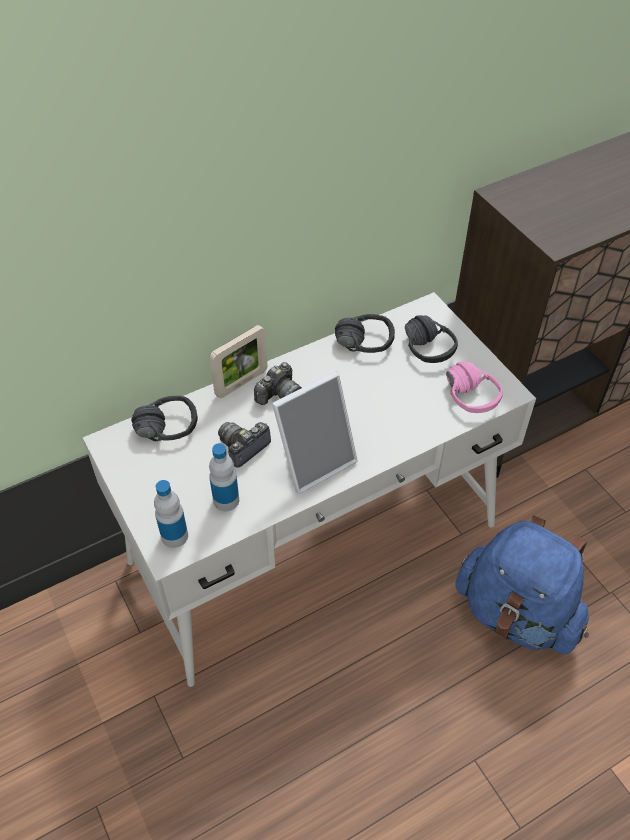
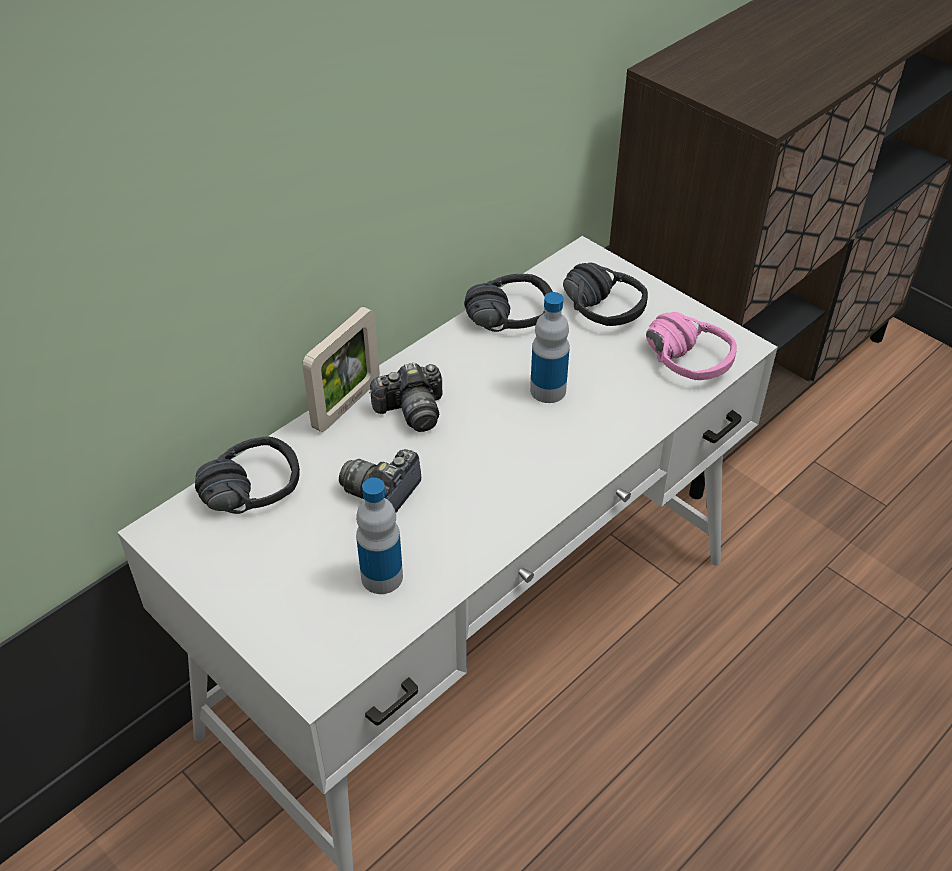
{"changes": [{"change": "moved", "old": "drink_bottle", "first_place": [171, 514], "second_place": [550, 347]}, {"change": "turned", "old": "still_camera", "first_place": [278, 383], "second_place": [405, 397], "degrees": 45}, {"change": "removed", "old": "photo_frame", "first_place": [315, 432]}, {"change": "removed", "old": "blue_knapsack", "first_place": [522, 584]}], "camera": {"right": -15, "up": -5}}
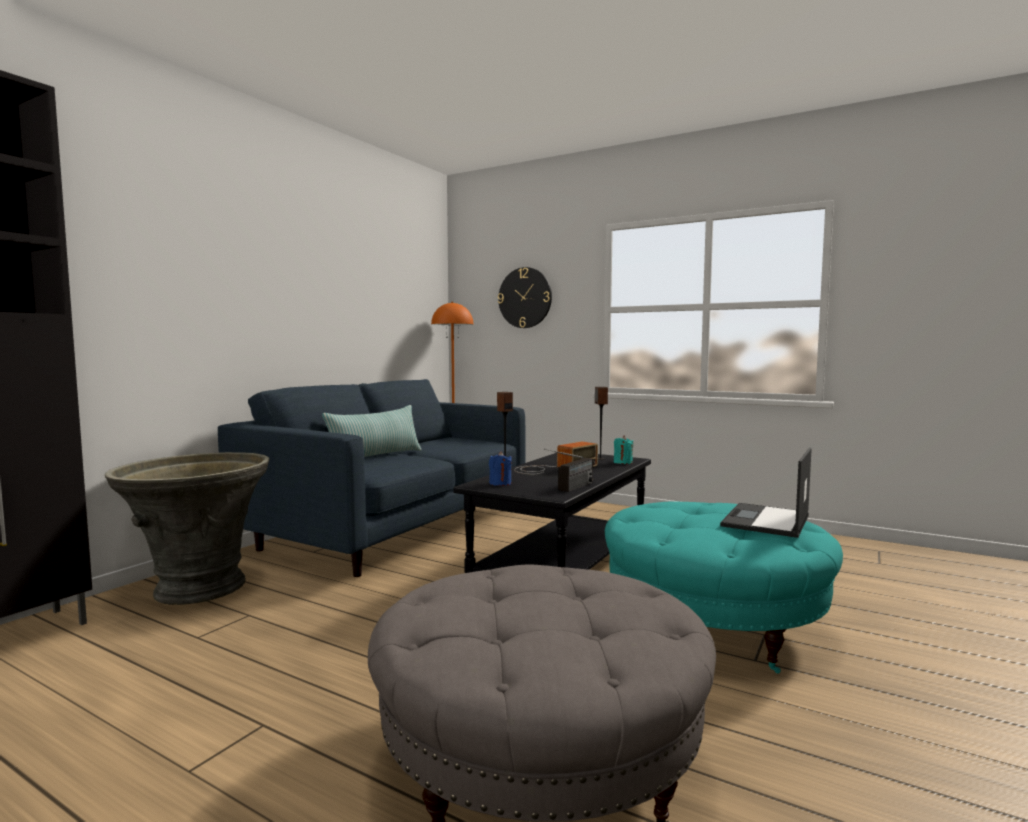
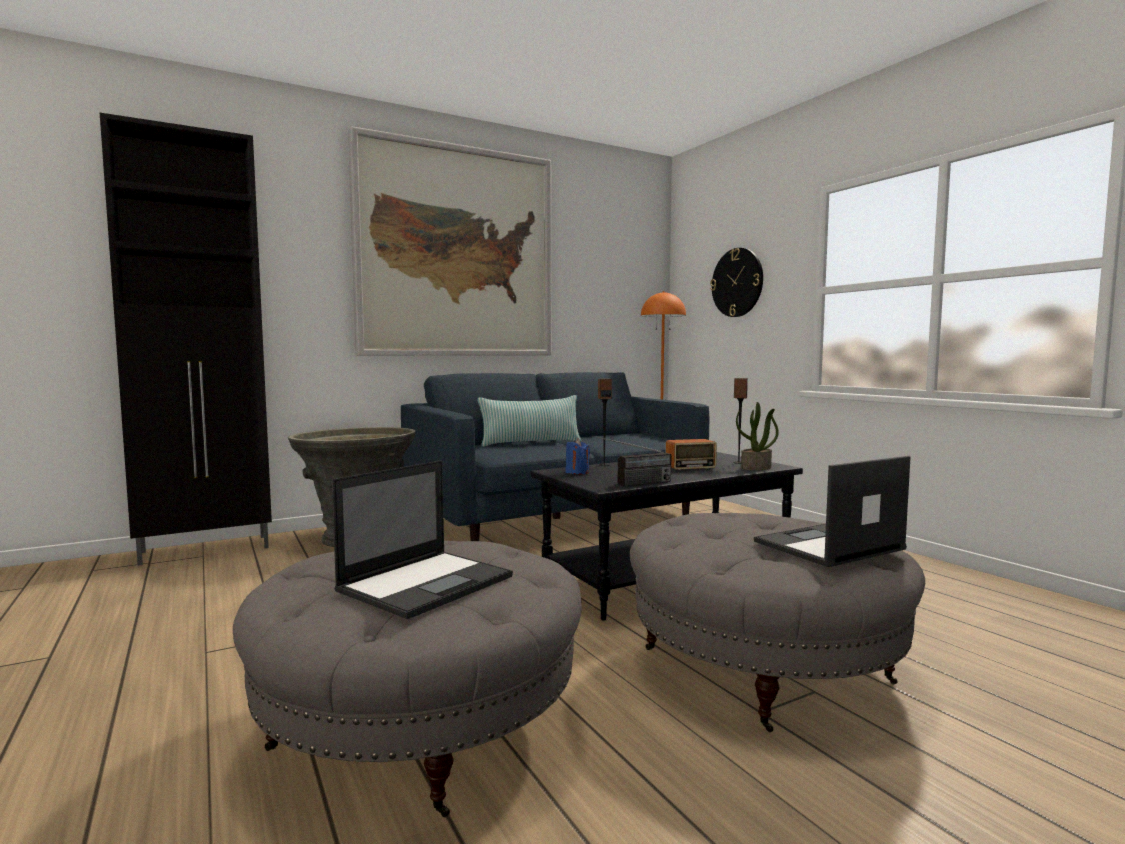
{"changes": [{"change": "recoloured", "old": "turquoise-coloured_footrest", "new": "greyish_footrest", "first_place": [724, 587], "second_place": [777, 622]}, {"change": "replaced", "old": "turquoise-coloured_wax_light", "new": "plant_in_a_pot", "first_place": [623, 449], "second_place": [757, 436]}, {"change": "added", "new": "laptop", "second_place": [422, 539]}, {"change": "added", "new": "wall_art", "second_place": [449, 241]}], "camera": {"right": 30, "up": 0}}
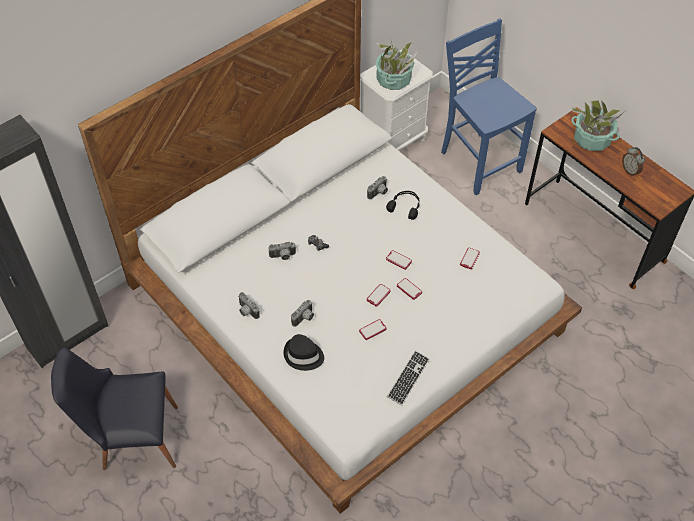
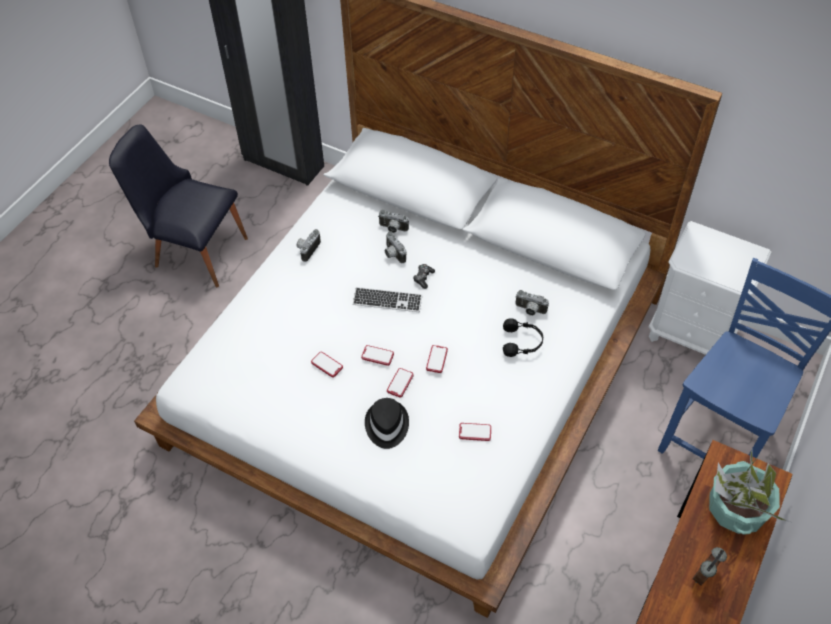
{"changes": [{"change": "turned", "old": "blackish_upright_chair", "first_place": [114, 408], "second_place": [178, 206], "degrees": -45}, {"change": "moved", "old": "blackish_hat", "first_place": [304, 352], "second_place": [387, 423]}, {"change": "moved", "old": "still_camera", "first_place": [302, 313], "second_place": [393, 221]}, {"change": "removed", "old": "plant_in_a_pot", "first_place": [396, 65]}, {"change": "moved", "old": "computer_keyboard", "first_place": [408, 378], "second_place": [387, 299]}], "camera": {"right": 70, "up": 0}}
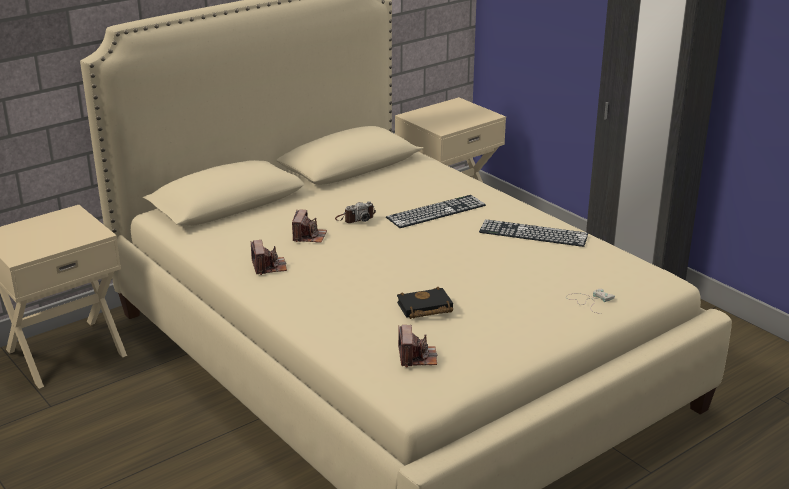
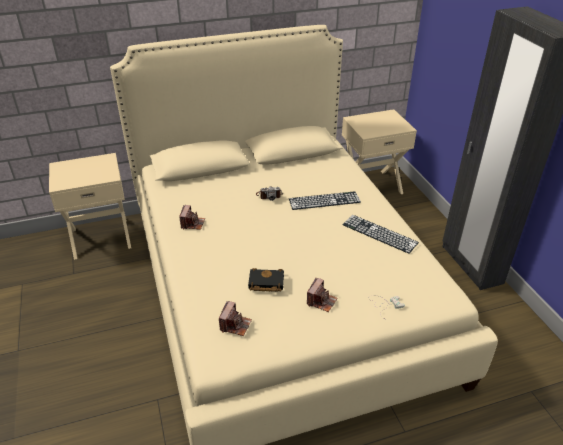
{"changes": [{"change": "moved", "old": "still_camera", "first_place": [309, 226], "second_place": [322, 295]}], "camera": {"right": 20, "up": 10}}
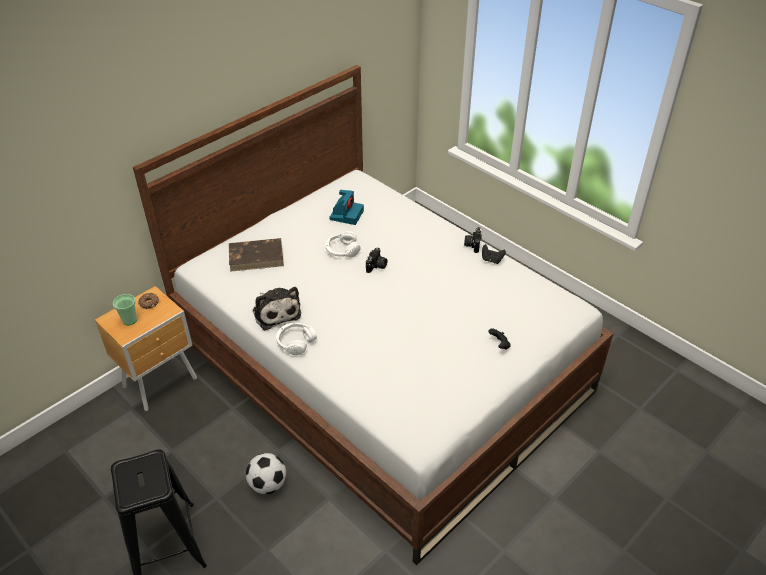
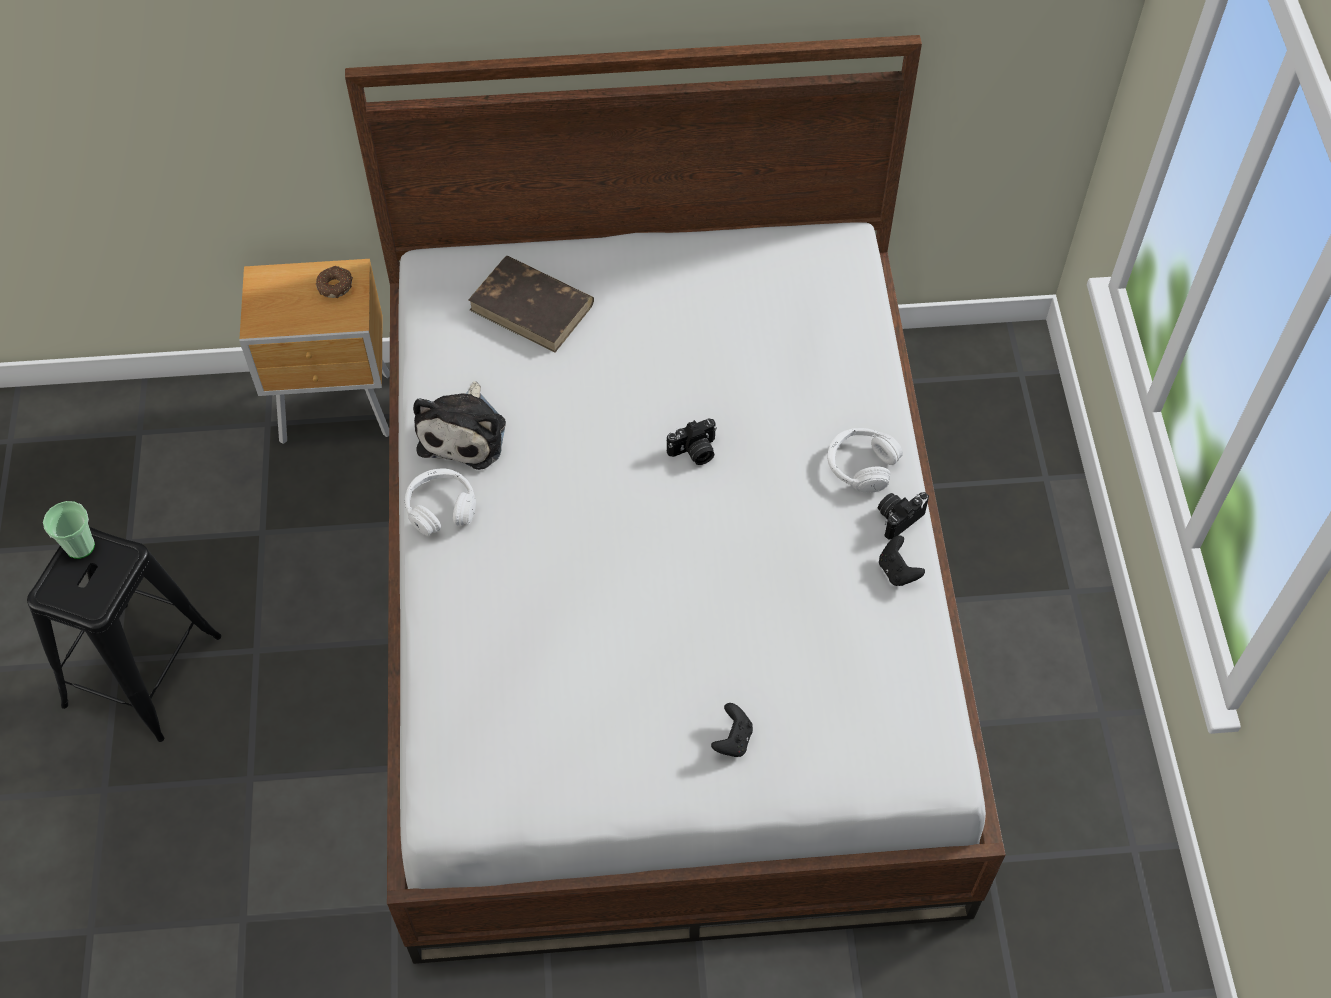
{"changes": [{"change": "moved", "old": "drinking_cup", "first_place": [125, 309], "second_place": [69, 530]}, {"change": "removed", "old": "football", "first_place": [266, 473]}, {"change": "moved", "old": "white-coloured_headphones", "first_place": [343, 244], "second_place": [865, 460]}, {"change": "removed", "old": "still_camera", "first_place": [346, 207]}], "camera": {"right": 40, "up": 15}}
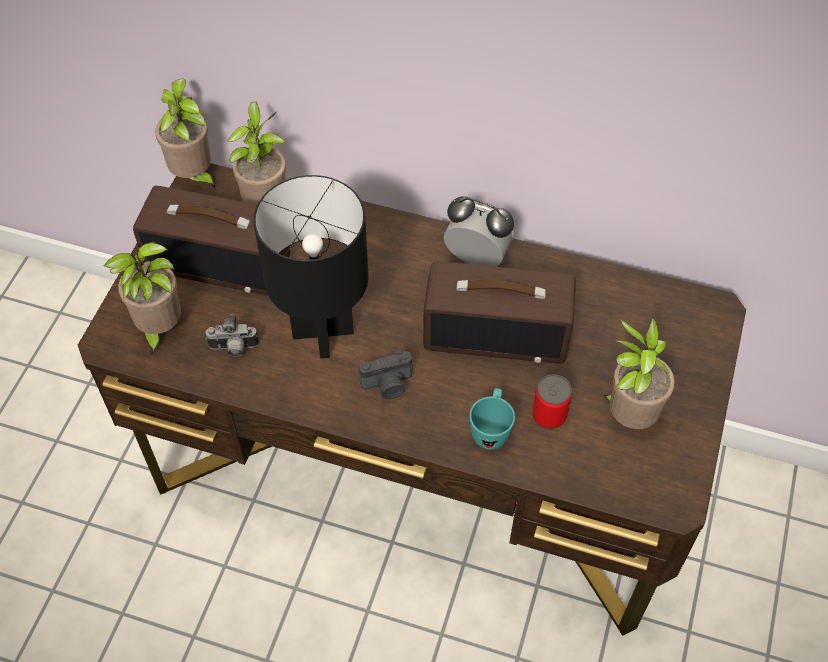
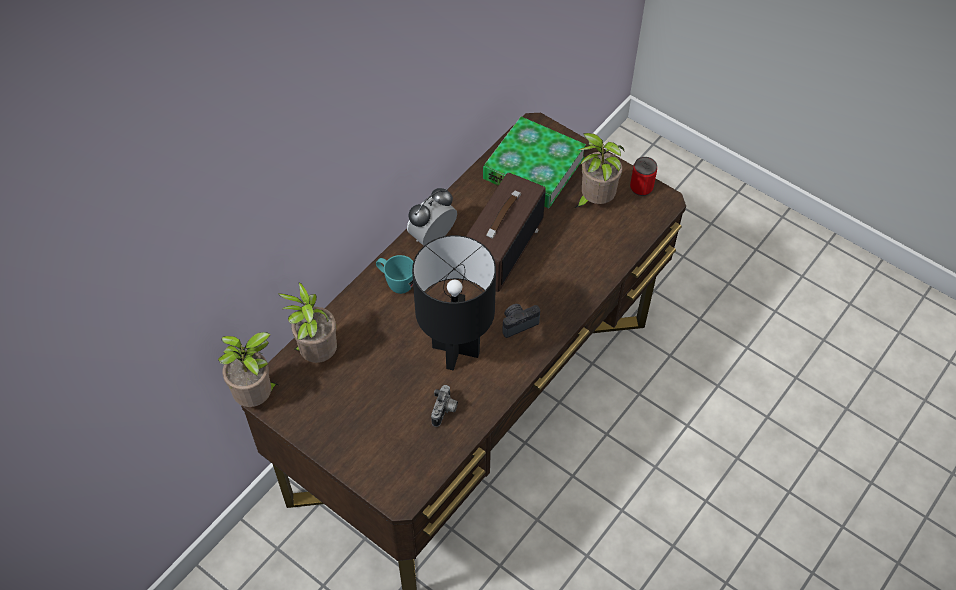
{"changes": [{"change": "removed", "old": "plant_in_a_pot", "first_place": [142, 299]}, {"change": "removed", "old": "radio_receiver", "first_place": [211, 240]}, {"change": "turned", "old": "still_camera", "first_place": [385, 374], "second_place": [521, 321], "degrees": -120}, {"change": "moved", "old": "turquoise-coloured_tea_mug", "first_place": [492, 419], "second_place": [394, 274]}, {"change": "moved", "old": "metal_can", "first_place": [552, 401], "second_place": [643, 176]}, {"change": "added", "new": "bound_book", "second_place": [534, 162]}], "camera": {"right": -70, "up": 0}}
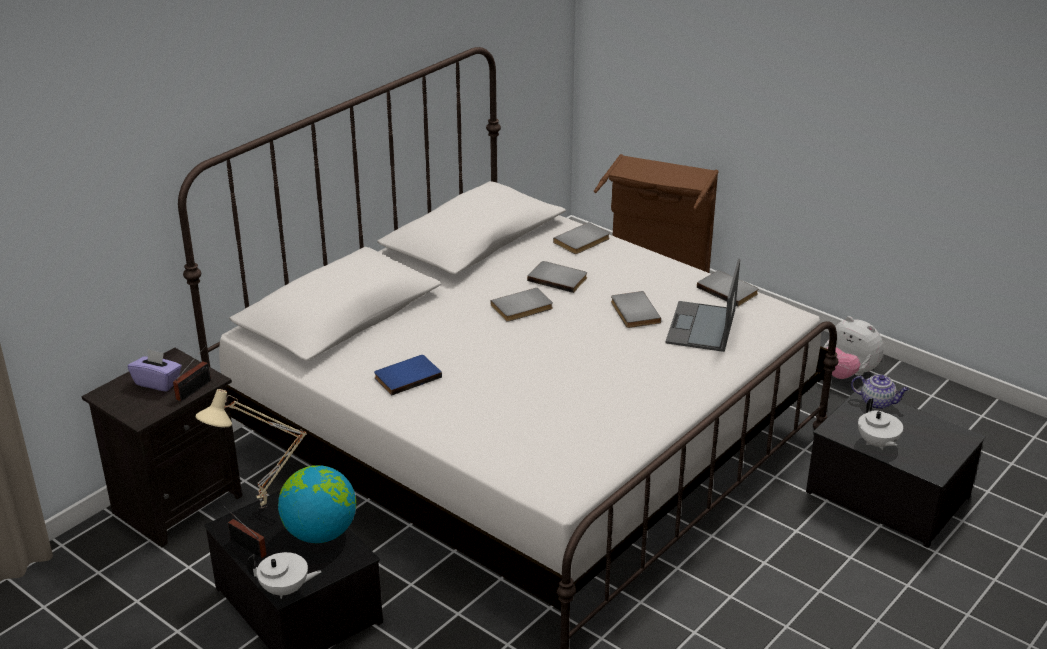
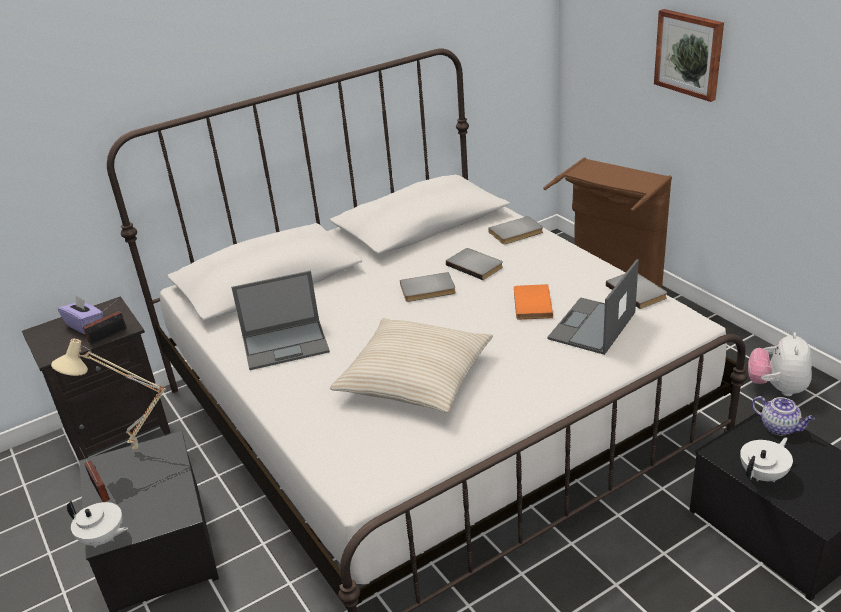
{"changes": [{"change": "removed", "old": "globe", "first_place": [317, 504]}, {"change": "replaced", "old": "blue_bound_book", "new": "laptop", "first_place": [408, 375], "second_place": [280, 320]}, {"change": "recoloured", "old": "greyish_bound_book", "new": "orangey_bound_book", "first_place": [636, 309], "second_place": [533, 302]}, {"change": "turned", "old": "plush_toy", "first_place": [854, 347], "second_place": [780, 364], "degrees": 45}, {"change": "turned", "old": "white-coloured_pot_for_tea", "first_place": [880, 424], "second_place": [766, 459], "degrees": -135}, {"change": "added", "new": "beige_cushion", "second_place": [411, 365]}, {"change": "added", "new": "wall_art", "second_place": [689, 55]}], "camera": {"right": 20, "up": 0}}
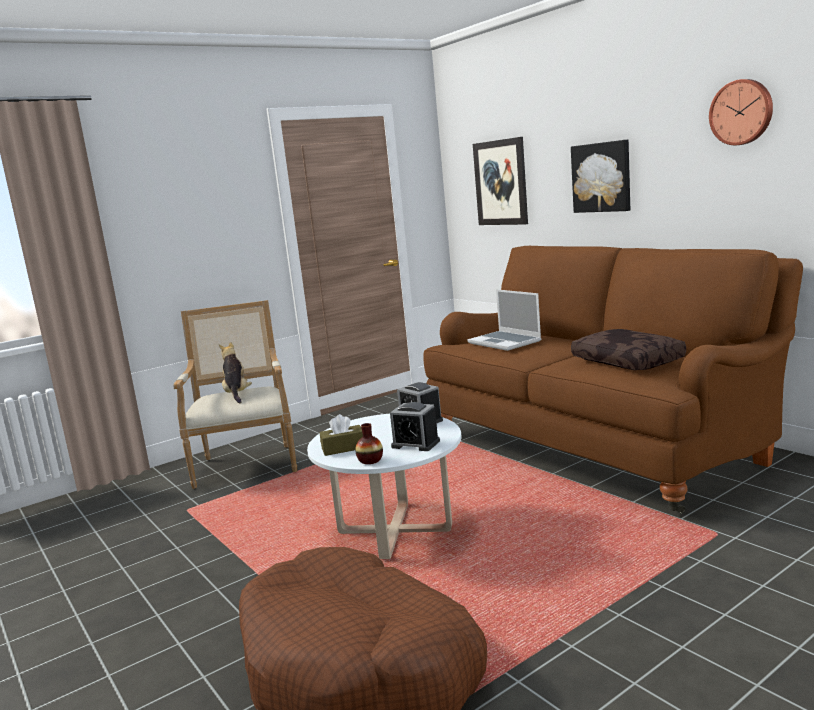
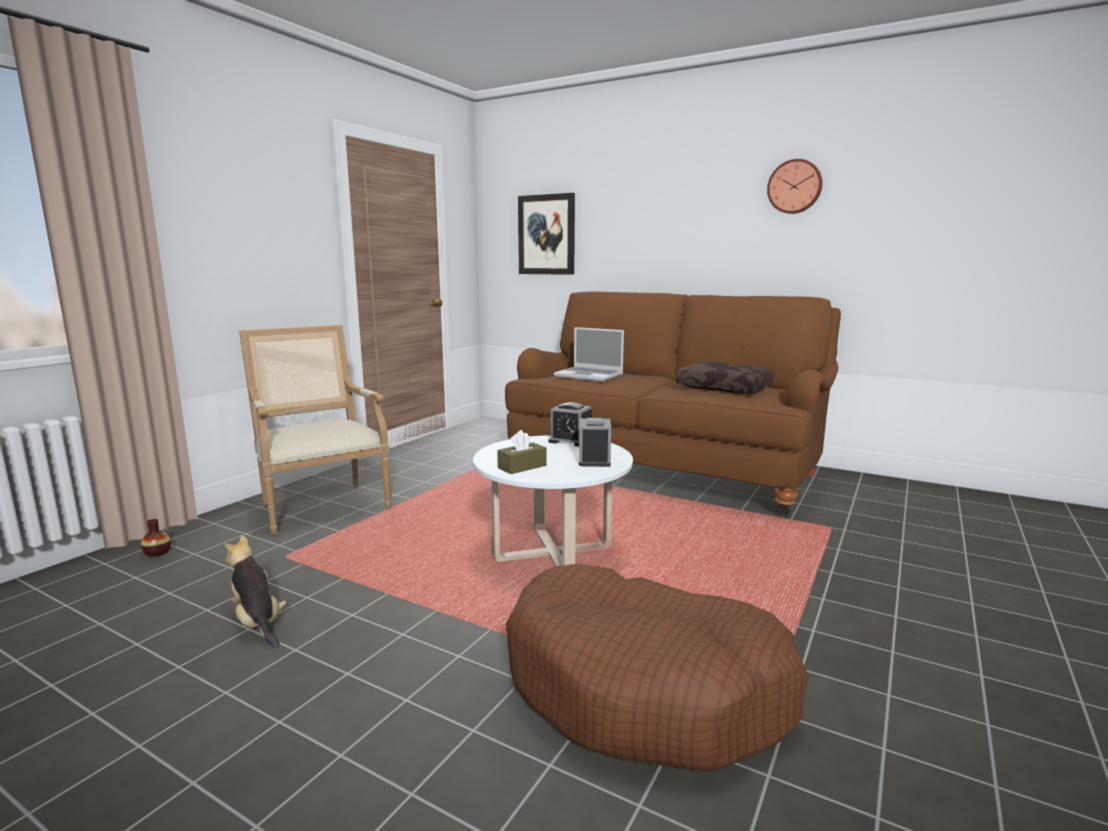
{"changes": [{"change": "moved", "old": "plush_toy", "first_place": [235, 372], "second_place": [256, 591]}, {"change": "moved", "old": "vase", "first_place": [369, 443], "second_place": [156, 538]}, {"change": "turned", "old": "alarm_clock", "first_place": [415, 426], "second_place": [595, 442], "degrees": -90}, {"change": "removed", "old": "wall_art", "first_place": [600, 176]}], "camera": {"right": -25, "up": 0}}
